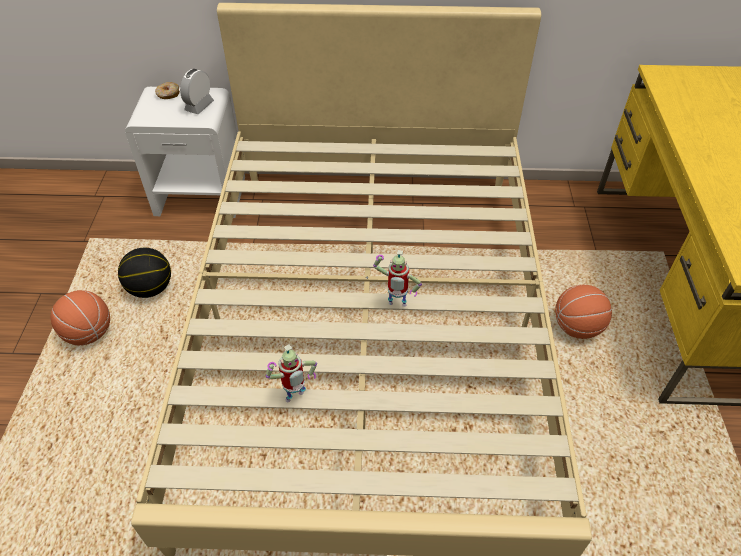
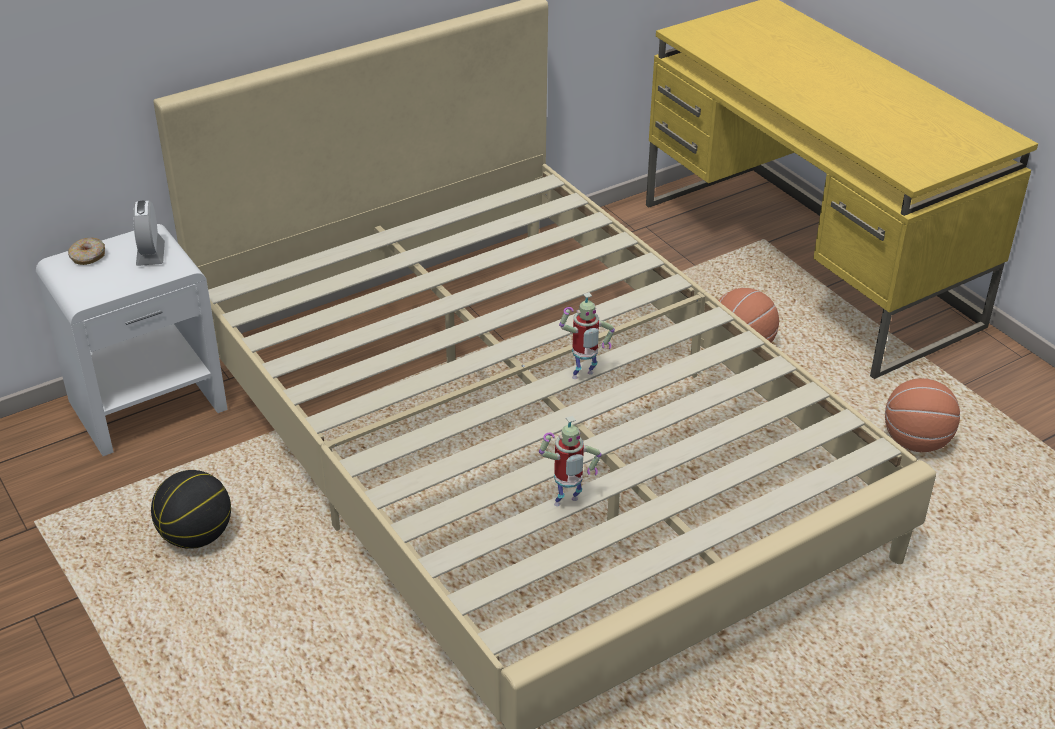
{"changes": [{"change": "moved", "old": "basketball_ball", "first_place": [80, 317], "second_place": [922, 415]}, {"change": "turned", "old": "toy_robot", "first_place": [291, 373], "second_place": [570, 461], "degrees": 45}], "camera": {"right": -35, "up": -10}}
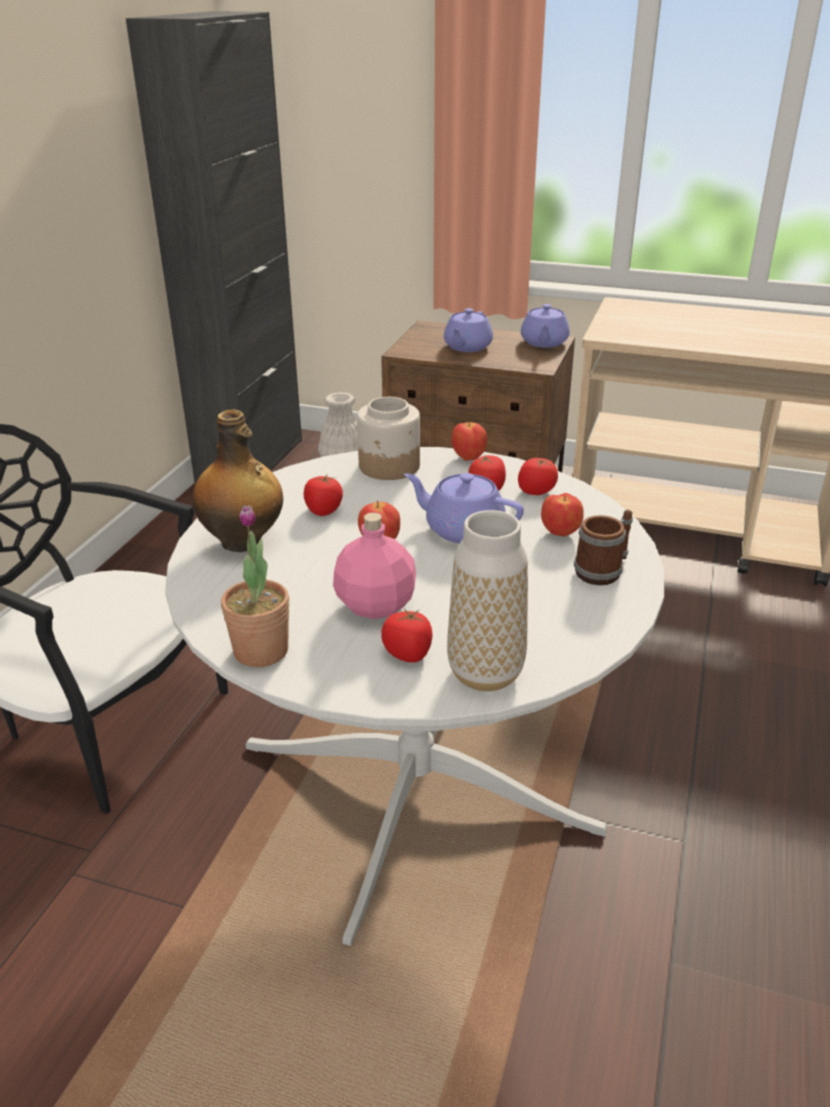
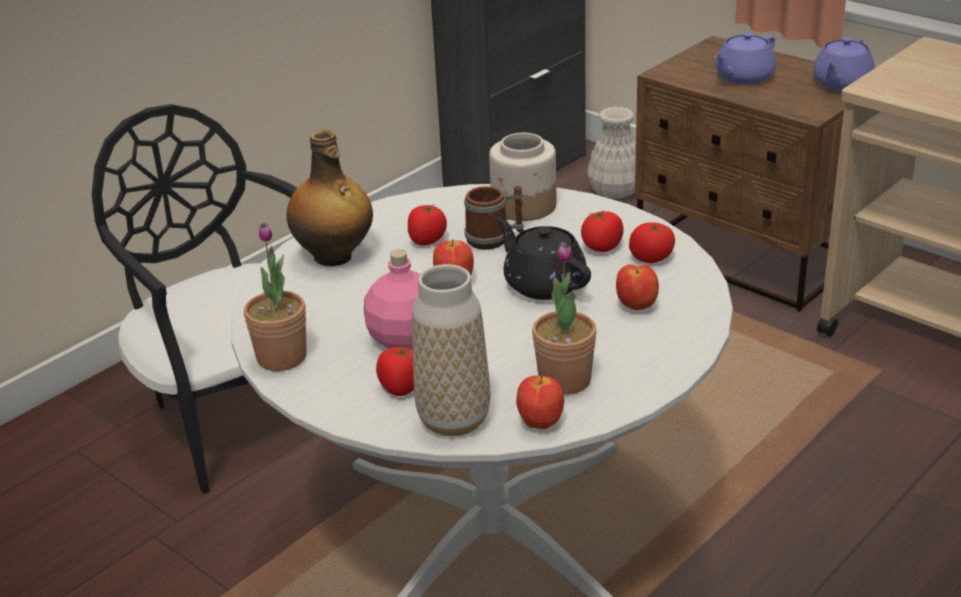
{"changes": [{"change": "recoloured", "old": "purple-coloured_pot_for_tea", "new": "blackish_pot_for_tea", "first_place": [464, 508], "second_place": [543, 258]}, {"change": "moved", "old": "whole_apple", "first_place": [469, 440], "second_place": [540, 402]}, {"change": "moved", "old": "tea_mug", "first_place": [603, 547], "second_place": [494, 218]}, {"change": "added", "new": "plant_in_a_pot", "second_place": [564, 318]}], "camera": {"right": 25, "up": 0}}
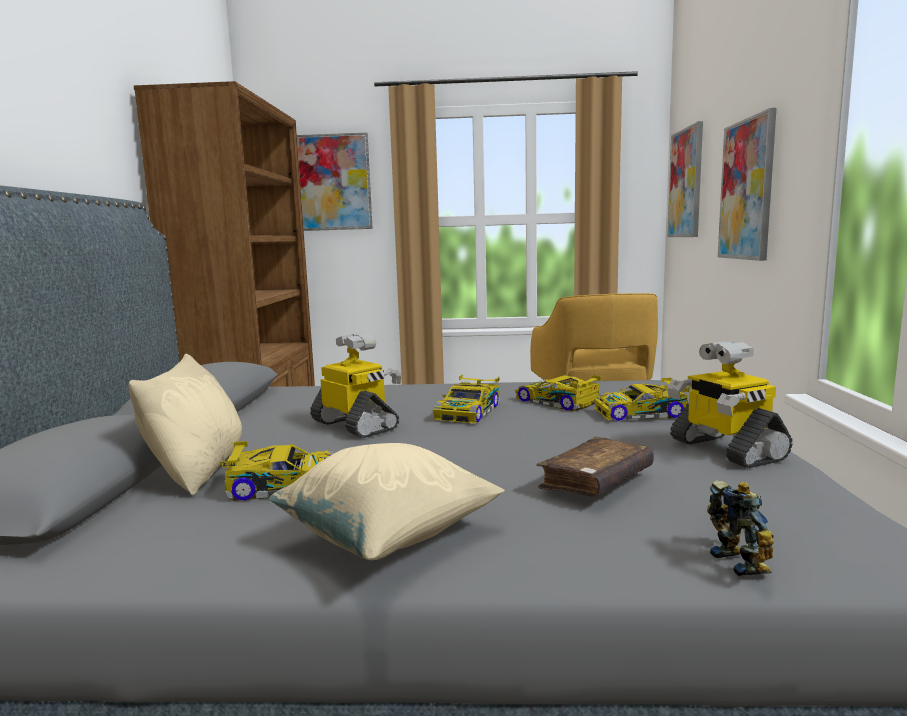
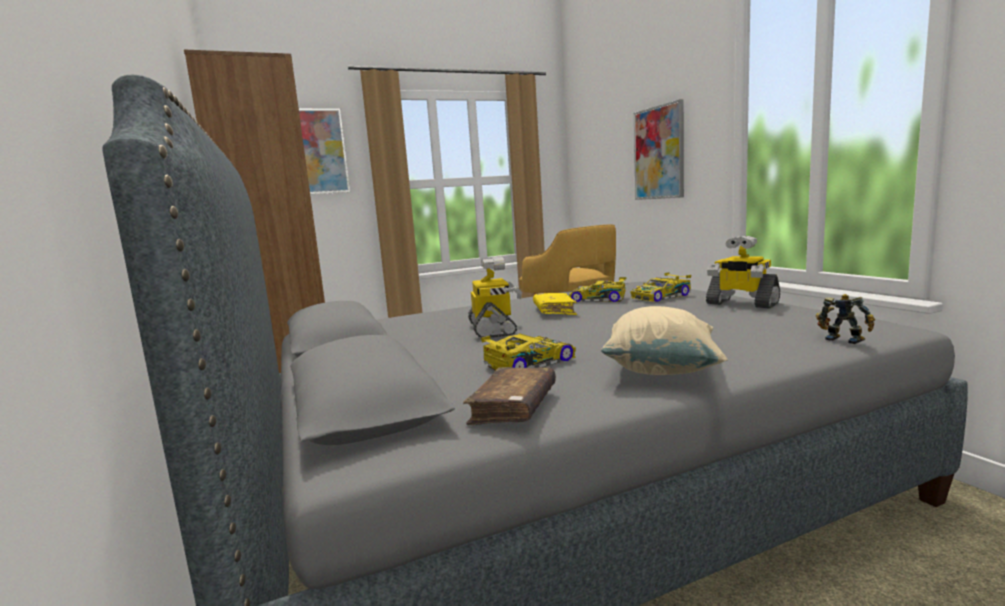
{"changes": [{"change": "removed", "old": "beige_cushion", "first_place": [185, 424]}, {"change": "turned", "old": "toy_robot", "first_place": [356, 385], "second_place": [495, 297], "degrees": 60}, {"change": "replaced", "old": "model_car", "new": "yellowish_bound_book", "first_place": [466, 399], "second_place": [555, 304]}, {"change": "moved", "old": "brownish_bound_book", "first_place": [595, 466], "second_place": [509, 396]}, {"change": "removed", "old": "wall_art", "first_place": [685, 179]}], "camera": {"right": -25, "up": 0}}
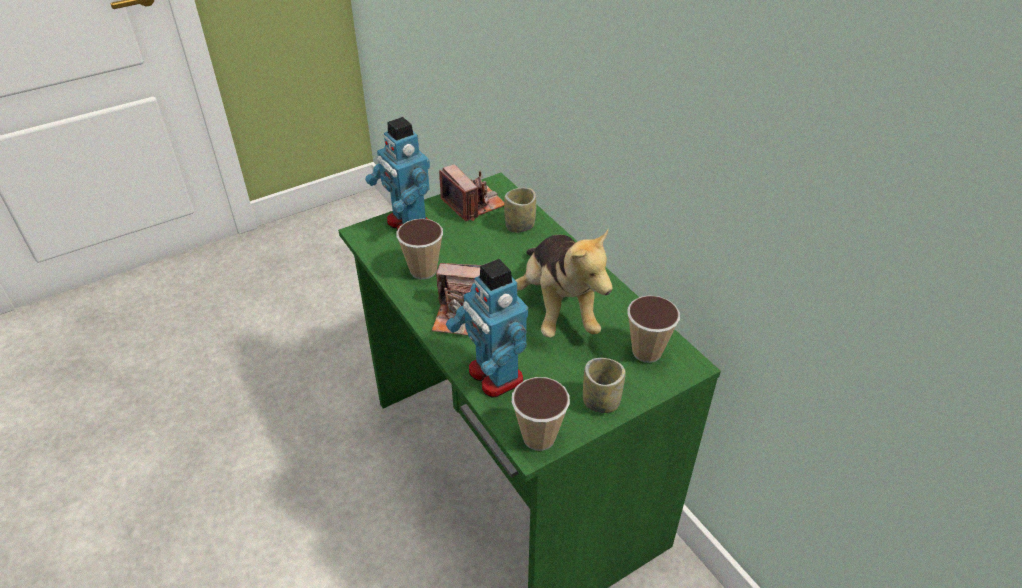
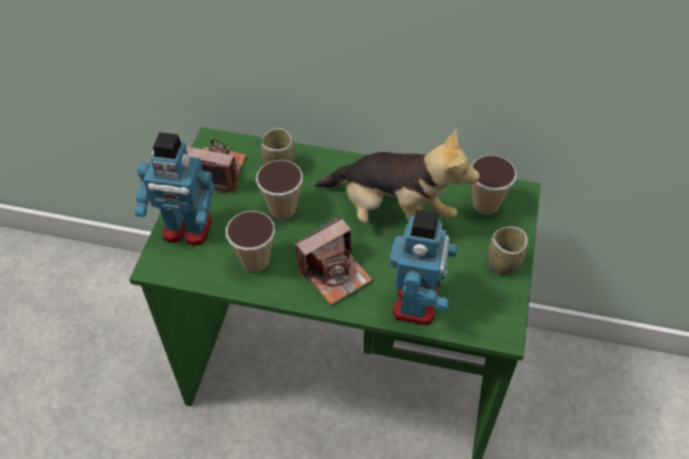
{"changes": [{"change": "turned", "old": "toy_robot", "first_place": [487, 328], "second_place": [424, 267], "degrees": -90}, {"change": "moved", "old": "drinking_cup", "first_place": [541, 414], "second_place": [279, 190]}], "camera": {"right": -45, "up": 10}}
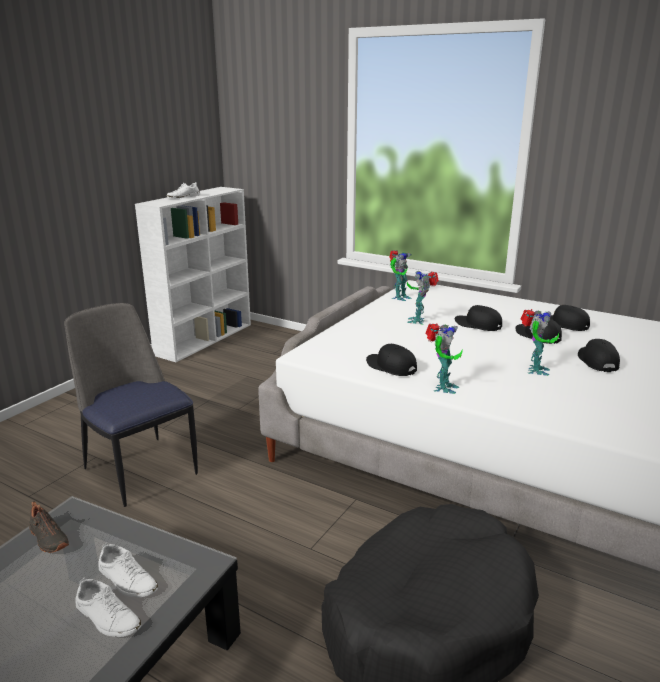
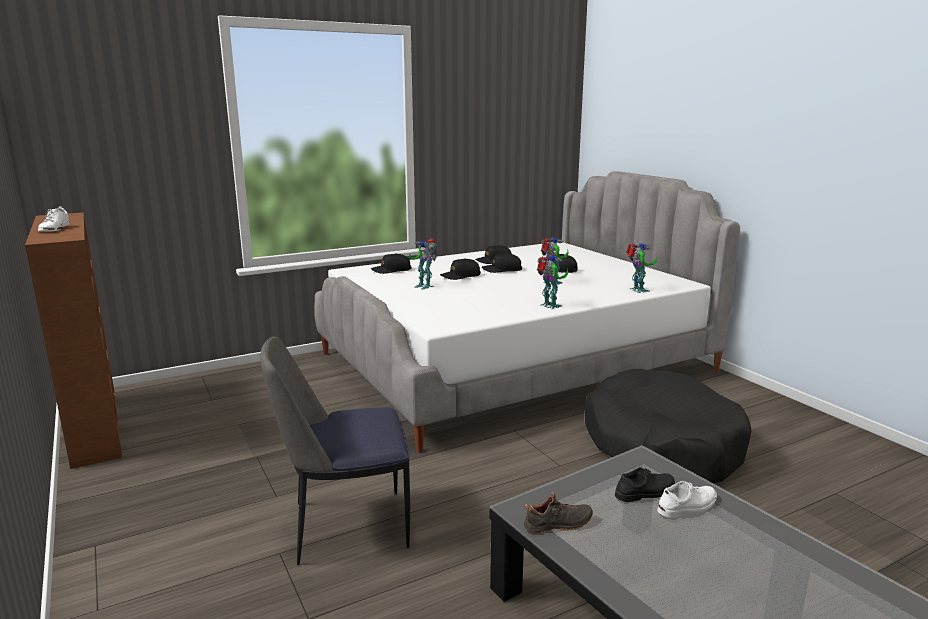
{"changes": [{"change": "recoloured", "old": "white-coloured_low_shoe", "new": "blackish_low_shoe", "first_place": [128, 570], "second_place": [645, 484]}, {"change": "recoloured", "old": "white-coloured_bookcase", "new": "brownish_bookcase", "first_place": [193, 274], "second_place": [73, 340]}, {"change": "moved", "old": "blackish_baseball_cap", "first_place": [391, 360], "second_place": [391, 263]}, {"change": "moved", "old": "toy_robot", "first_place": [400, 275], "second_place": [642, 268]}], "camera": {"right": -60, "up": -5}}
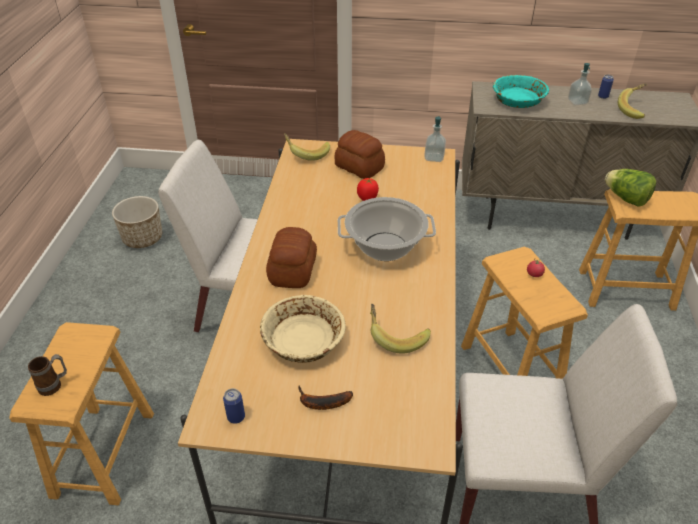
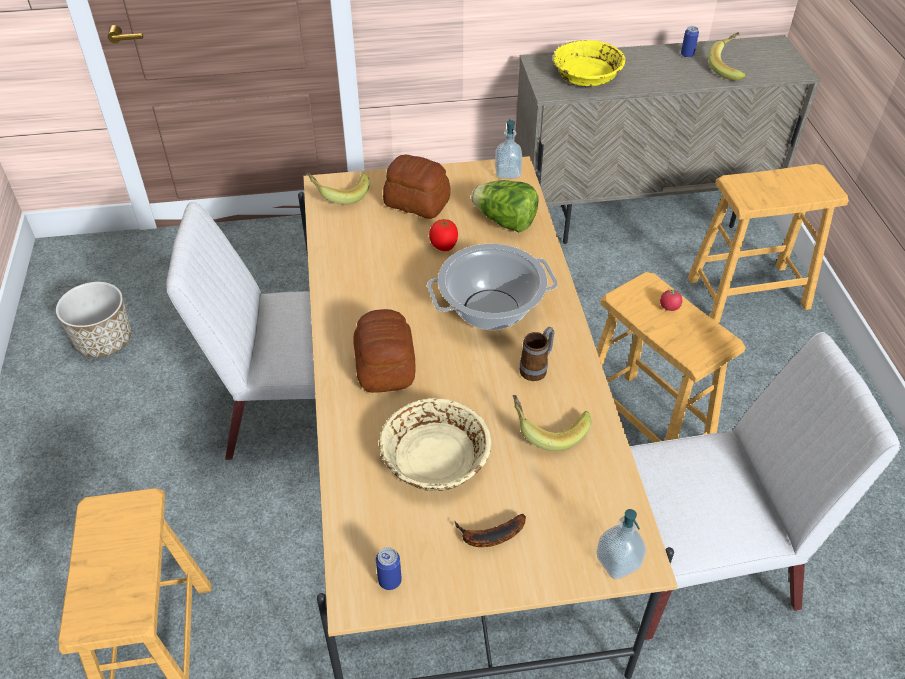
{"changes": [{"change": "moved", "old": "tea_mug", "first_place": [47, 375], "second_place": [537, 354]}, {"change": "recoloured", "old": "turquoise-coloured_deep_dish", "new": "yellowish_deep_dish", "first_place": [521, 91], "second_place": [589, 63]}, {"change": "moved", "old": "liquid_soap_bottle", "first_place": [580, 84], "second_place": [622, 544]}, {"change": "moved", "old": "lettuce_head", "first_place": [630, 188], "second_place": [505, 206]}], "camera": {"right": -15, "up": 5}}
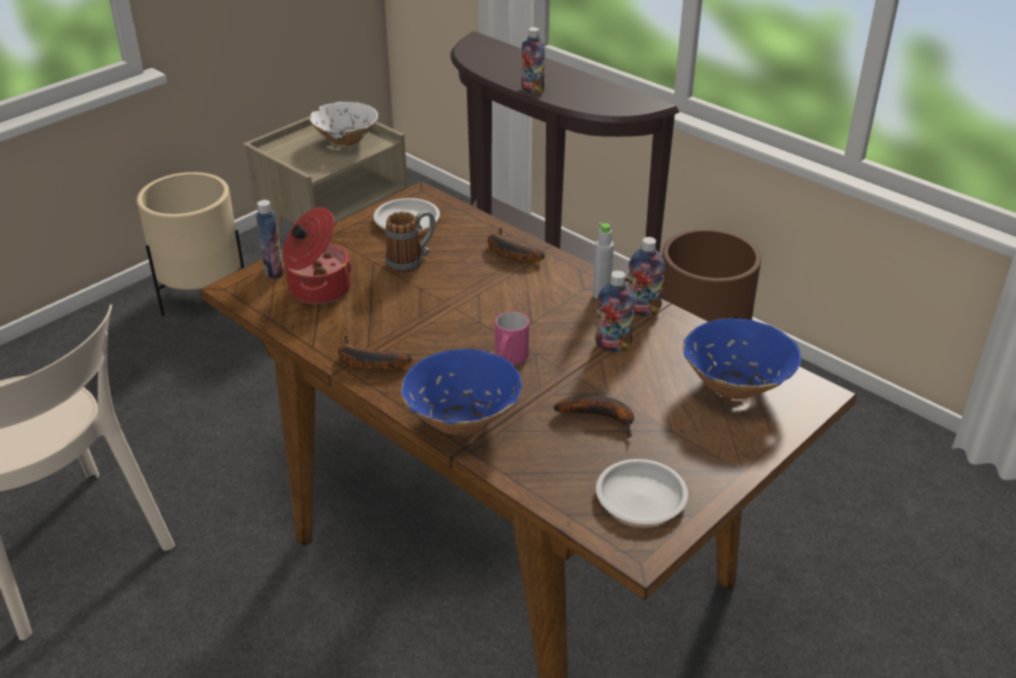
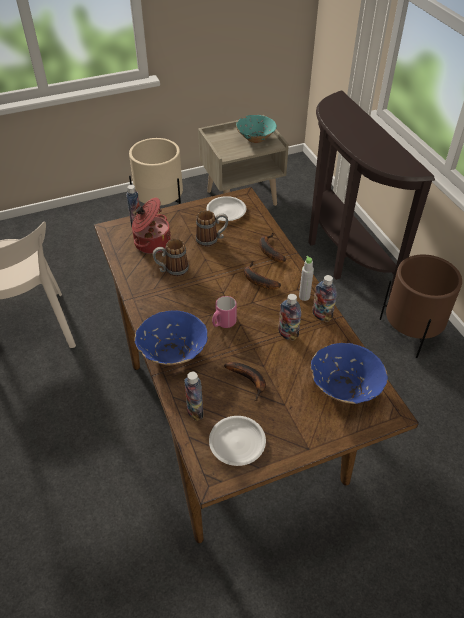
{"changes": [{"change": "recoloured", "old": "white-coloured_deep_dish", "new": "turquoise-coloured_deep_dish", "first_place": [343, 124], "second_place": [256, 129]}, {"change": "moved", "old": "whole_banana", "first_place": [375, 353], "second_place": [262, 275]}, {"change": "moved", "old": "drink_bottle", "first_place": [533, 60], "second_place": [193, 396]}, {"change": "added", "new": "tea_mug", "second_place": [171, 257]}], "camera": {"right": 25, "up": 10}}
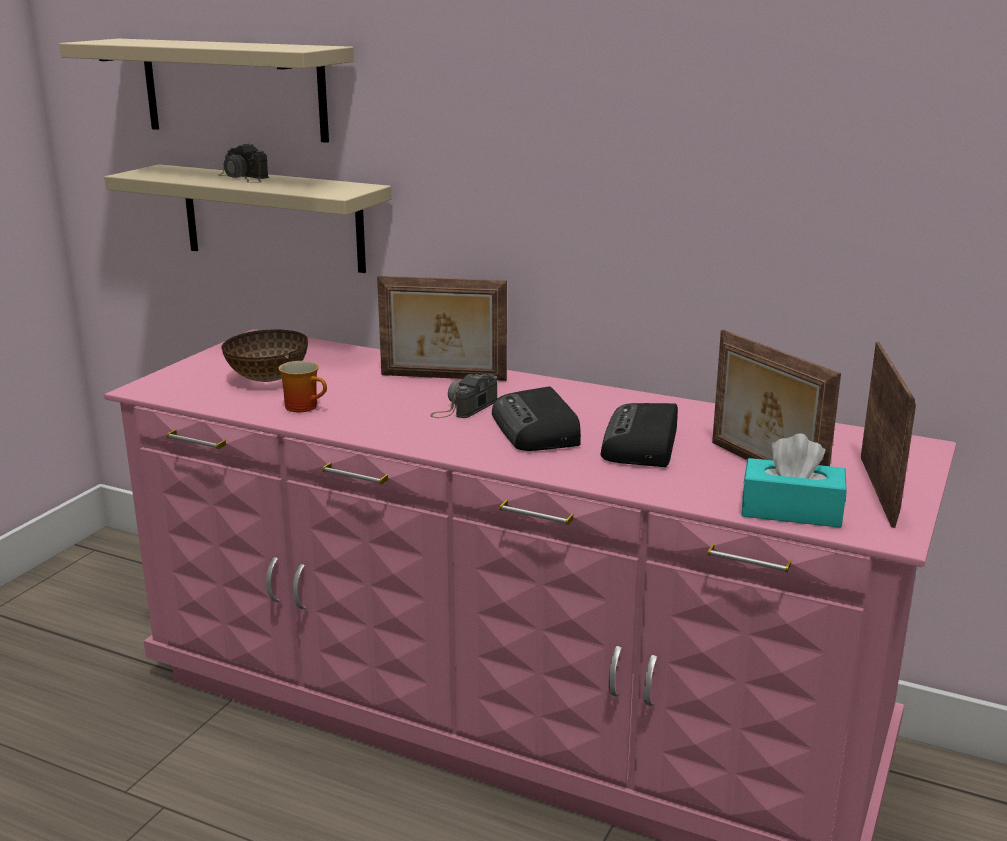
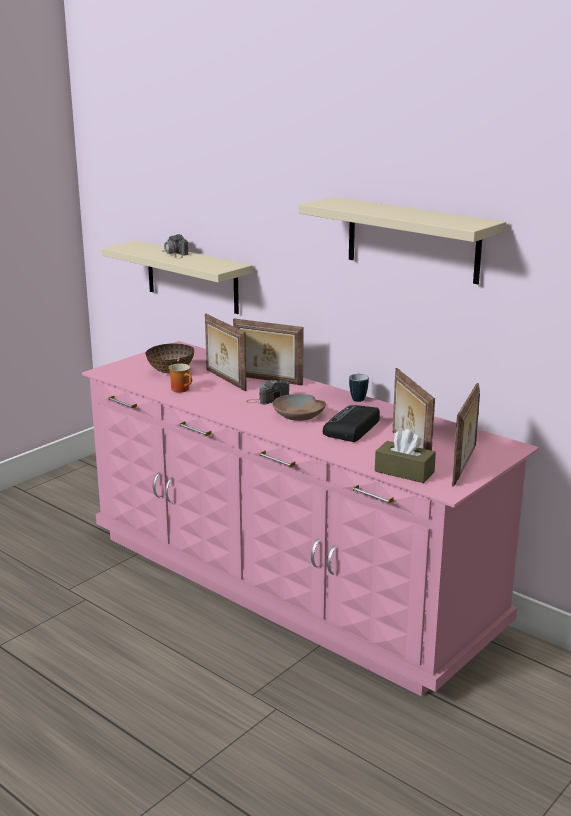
{"changes": [{"change": "moved", "old": "beige_wall_shelf", "first_place": [206, 91], "second_place": [402, 240]}, {"change": "replaced", "old": "radio_receiver", "new": "brownish_deep_dish", "first_place": [536, 418], "second_place": [299, 407]}, {"change": "recoloured", "old": "turquoise-coloured_tissue_holder", "new": "brownish_tissue_holder", "first_place": [794, 480], "second_place": [405, 456]}, {"change": "added", "new": "photo_frame", "second_place": [226, 352]}, {"change": "added", "new": "tea_mug", "second_place": [359, 388]}], "camera": {"right": 15, "up": 0}}
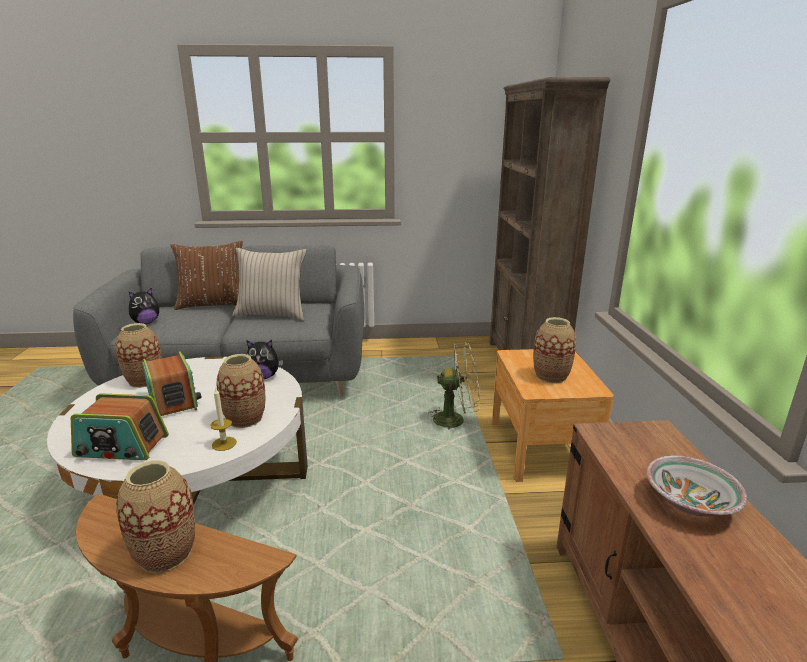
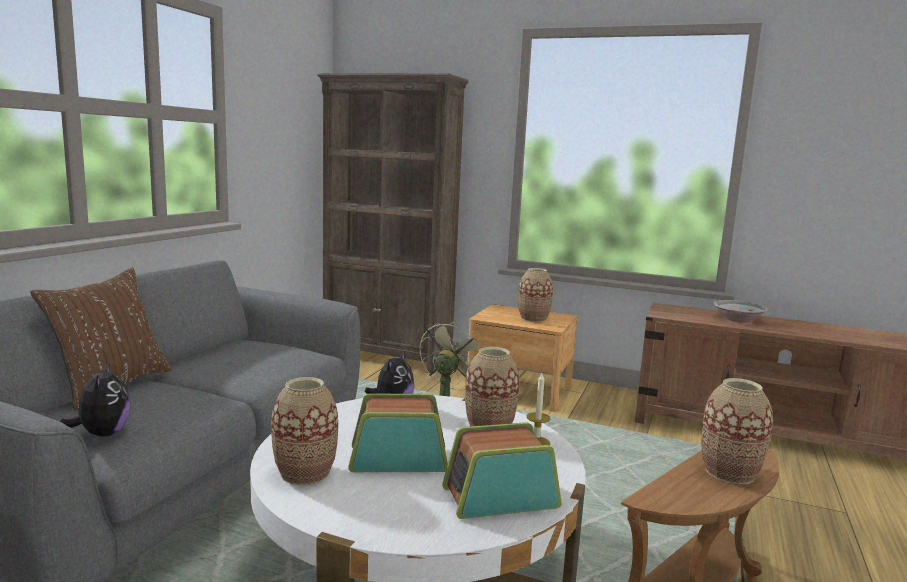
{"changes": [{"change": "turned", "old": "radio_receiver", "first_place": [120, 426], "second_place": [502, 470], "degrees": -135}, {"change": "removed", "old": "beige_cushion", "first_place": [269, 284]}], "camera": {"right": -65, "up": -10}}
